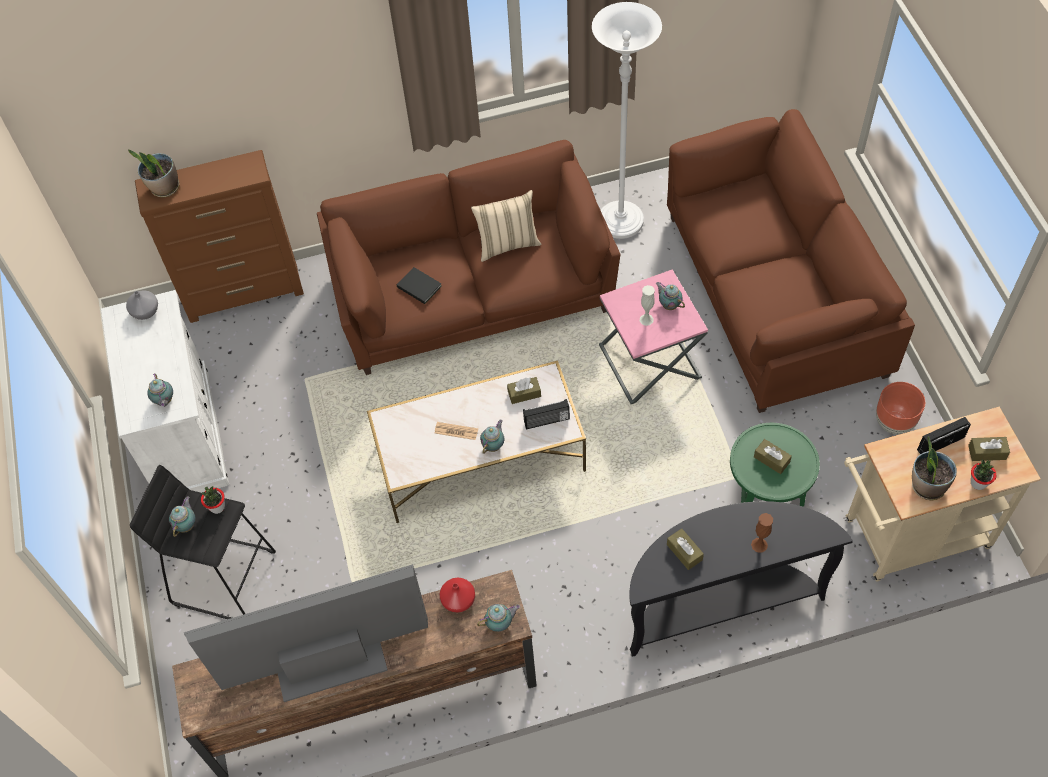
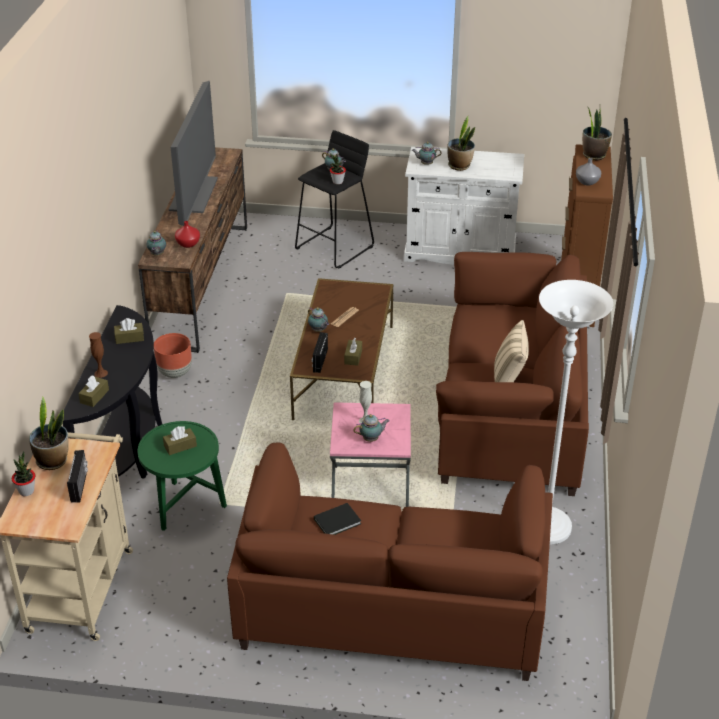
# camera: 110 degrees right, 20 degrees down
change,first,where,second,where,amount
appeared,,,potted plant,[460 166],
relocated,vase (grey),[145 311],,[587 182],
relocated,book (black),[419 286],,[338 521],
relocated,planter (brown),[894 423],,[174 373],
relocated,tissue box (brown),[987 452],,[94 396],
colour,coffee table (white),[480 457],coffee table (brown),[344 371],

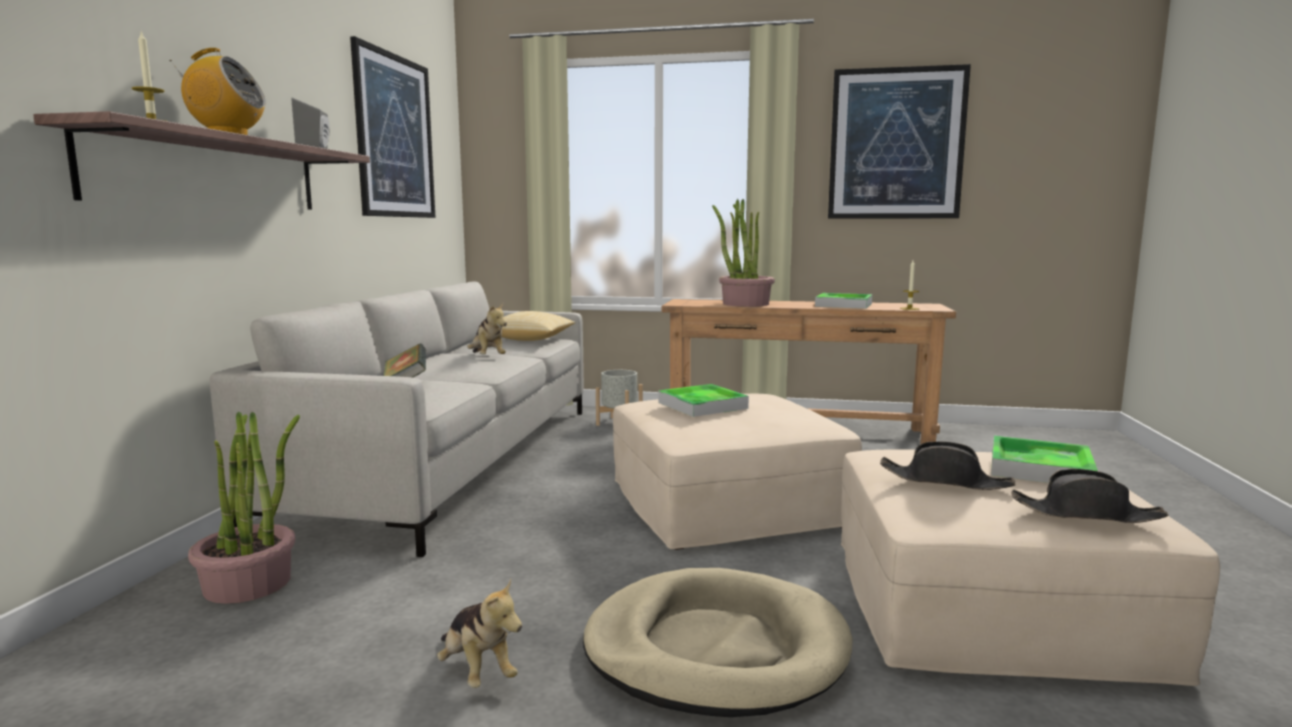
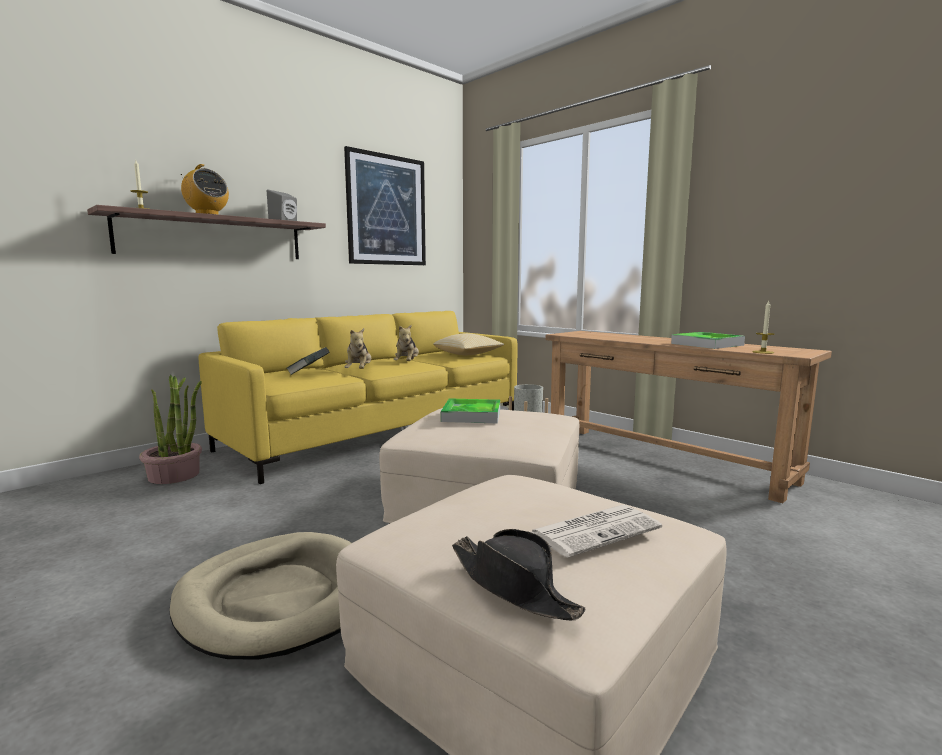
# camera: 35 degrees right, 0 degrees up
change,first,where,second,where,amount
missing,potted plant,[745 304],,,
missing,picture,[896 144],,,
missing,hat (black),[945 481],,,
relocated,plush toy,[477 671],,[359 371],
exchanged,tray,[1040 468],newspaper,[596 530],
colour,sofa (grey),[452 461],sofa (yellow),[380 432],

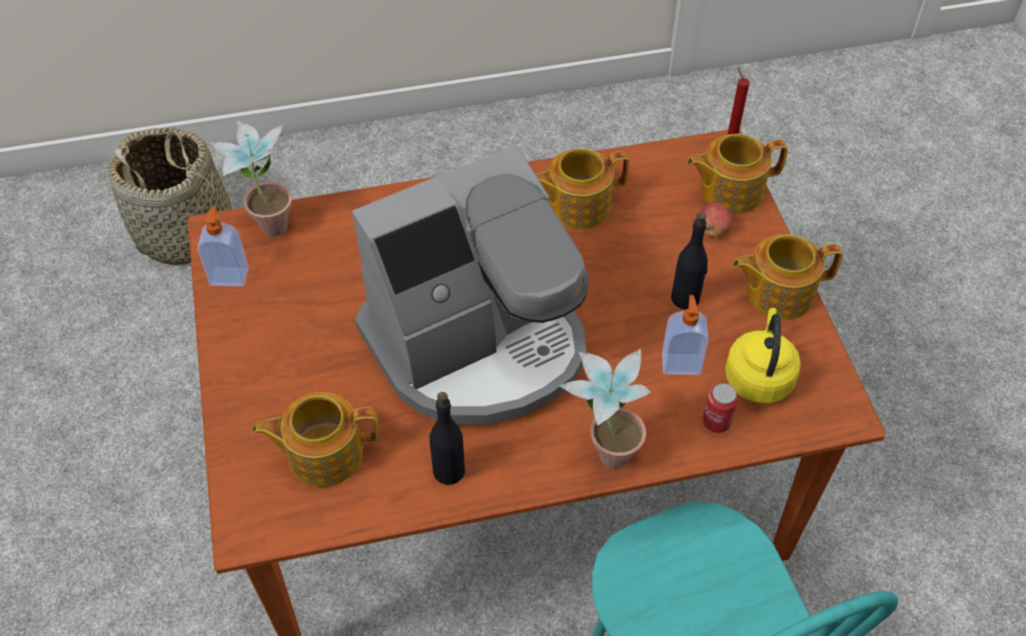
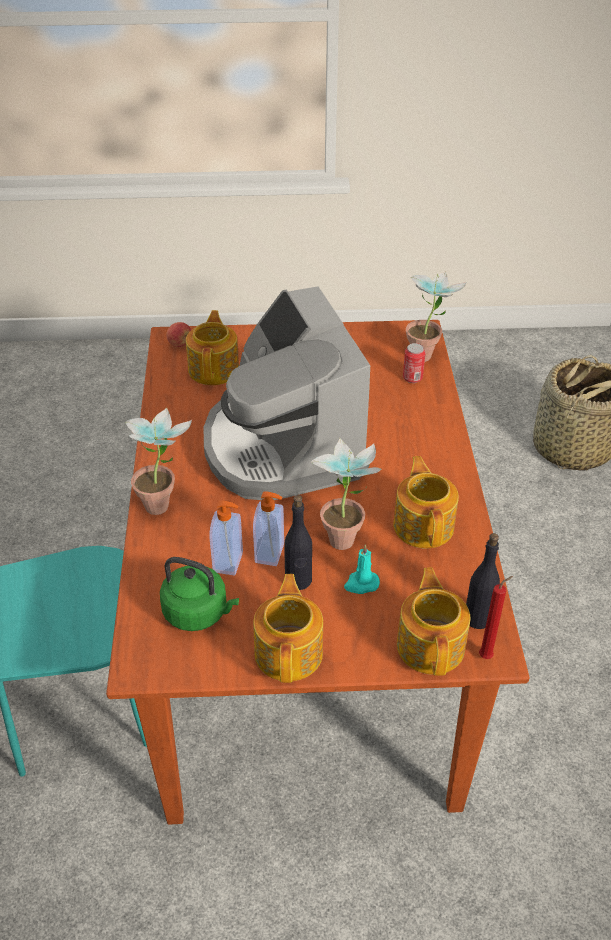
# camera: 100 degrees right, 10 degrees down
change,first,where,second,where,amount
appeared,,,potted plant,[345 534],
appeared,,,candle (turquoise),[361 584],
relocated,soap dispenser,[229 275],,[271 553],
relocated,bottle (black),[448 470],,[478 618],
relocated,apple,[712 230],,[180 344],
relocated,can,[716 422],,[412 378],
colour,kettle (yellow),[758 376],kettle (green),[199 613],

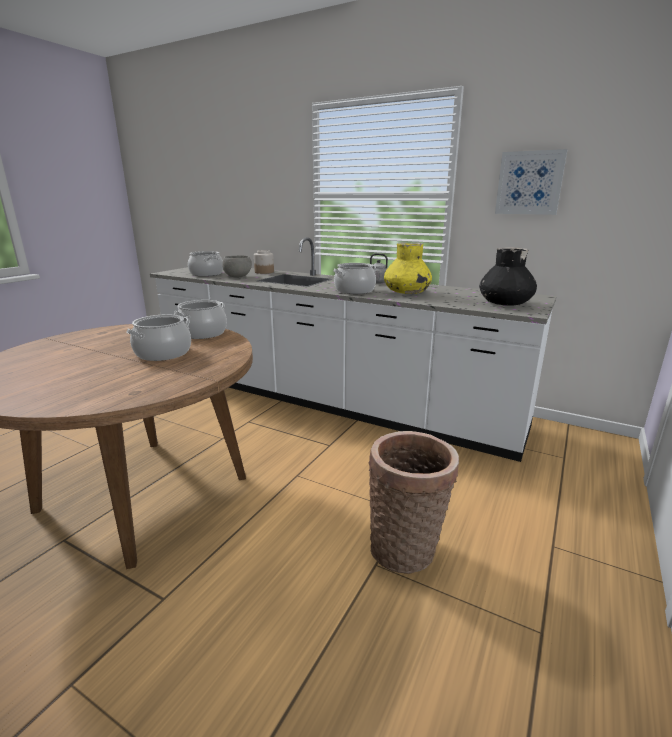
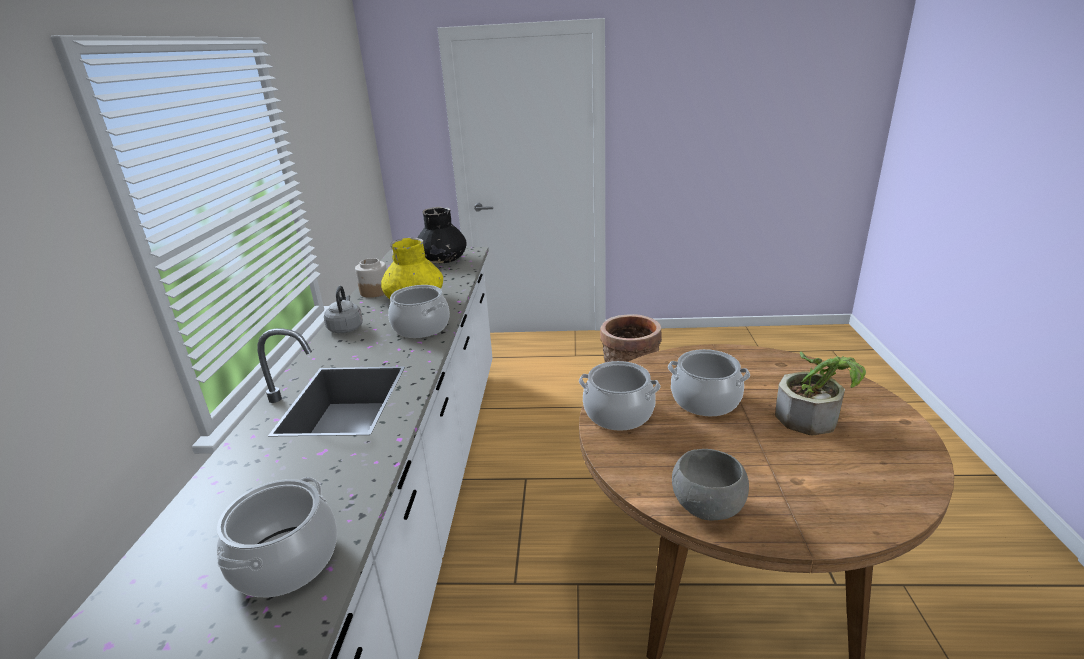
# camera: 115 degrees left, 5 degrees up
change,first,where,second,where,amount
missing,picture,[529 183],,,
appeared,,,potted plant,[813 416],
relocated,bowl (grey),[237 277],,[707 508],
relocated,jar,[264 272],,[374 291],

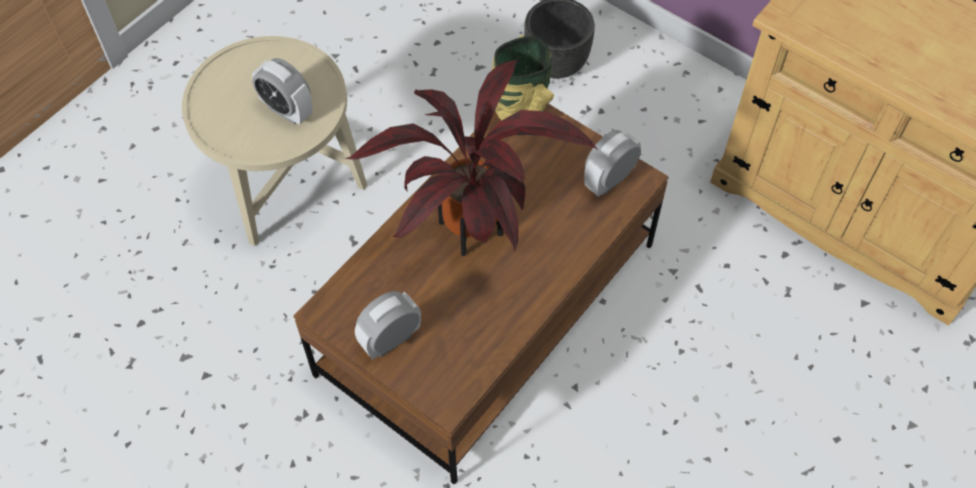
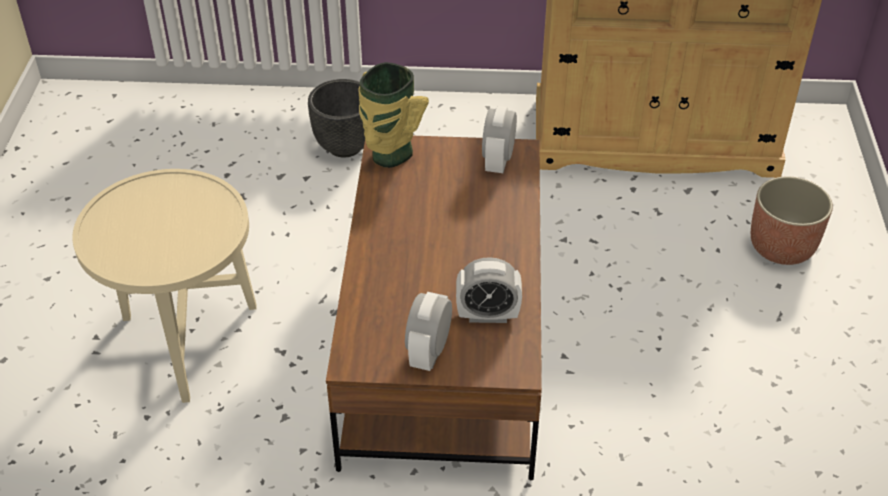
# camera: 35 degrees left, 15 degrees down
change,first,where,second,where,amount
missing,potted plant,[471 235],,,
appeared,,,planter,[782 247],
relocated,alarm clock,[287 110],,[487 315],

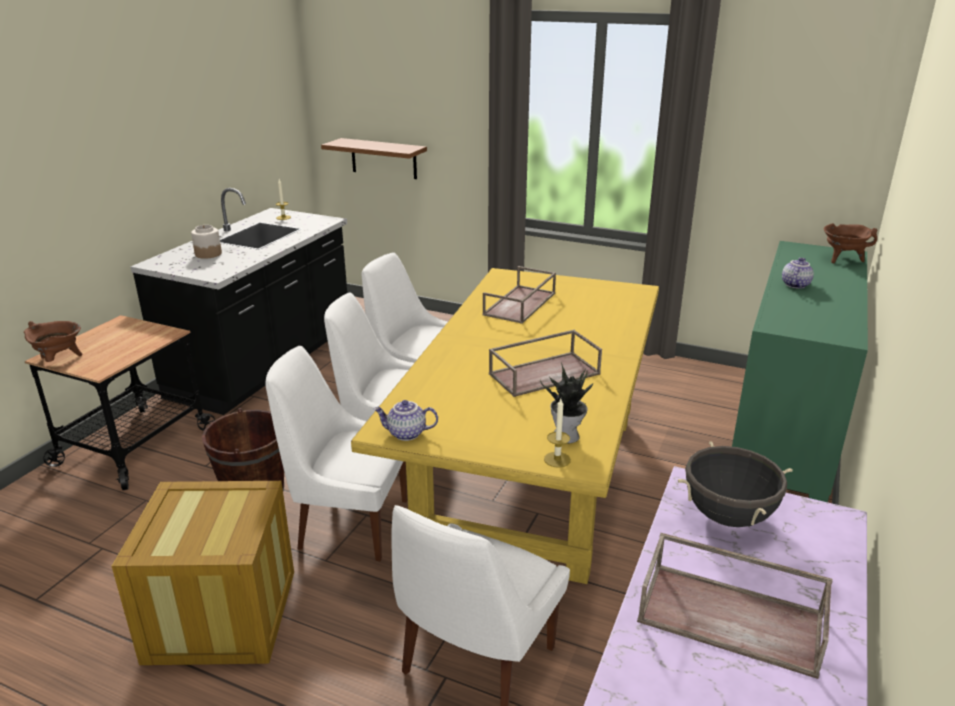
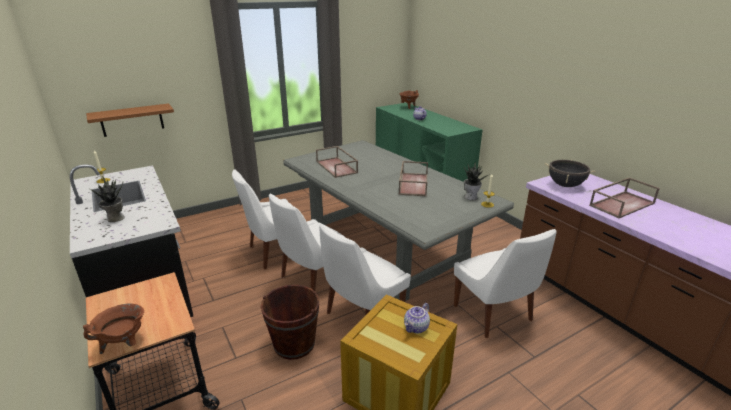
# camera: 55 degrees left, 0 degrees up
change,first,where,second,where,amount
relocated,teapot,[406 434],,[416 328],
exchanged,jar,[208 254],potted plant,[115 218],
colour,dining table (yellow),[530 479],dining table (grey),[385 250],

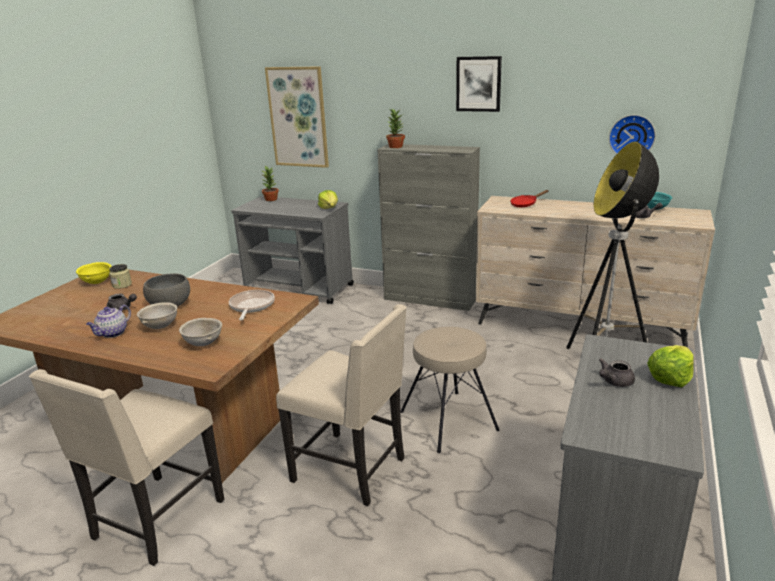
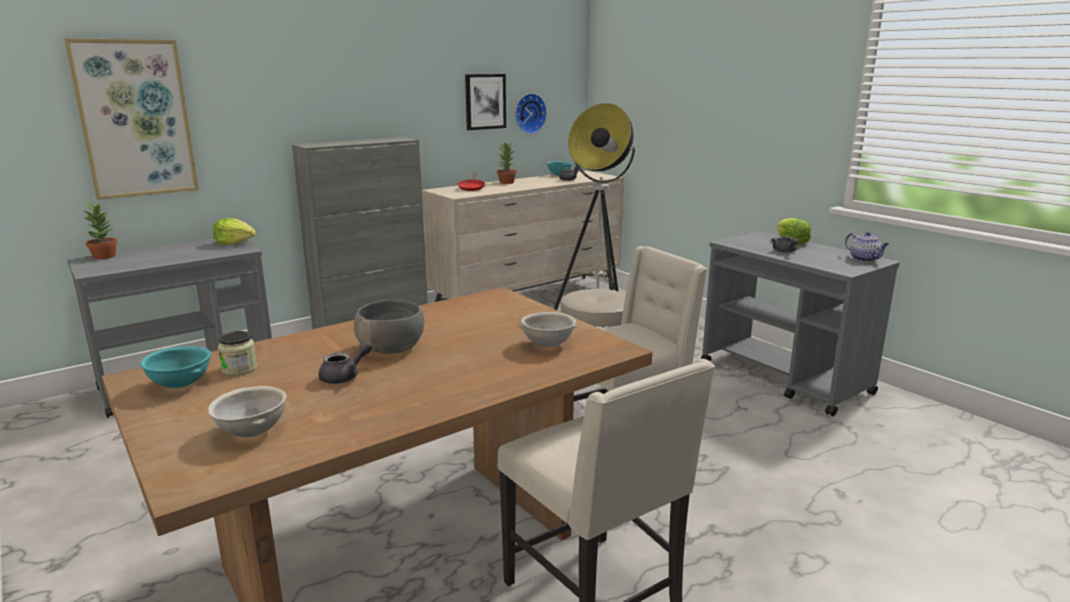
# camera: 60 degrees left, 5 degrees down
change,first,where,second,where,amount
missing,frying pan,[251 306],,,
relocated,teapot,[112 333],,[864 259],
relocated,bowl (grey),[160 327],,[251 433],
relocated,potted plant,[395 147],,[506 182],
relocated,picture,[478 84],,[485 101],
colour,bowl (yellow),[97 282],bowl (turquoise),[181 384],

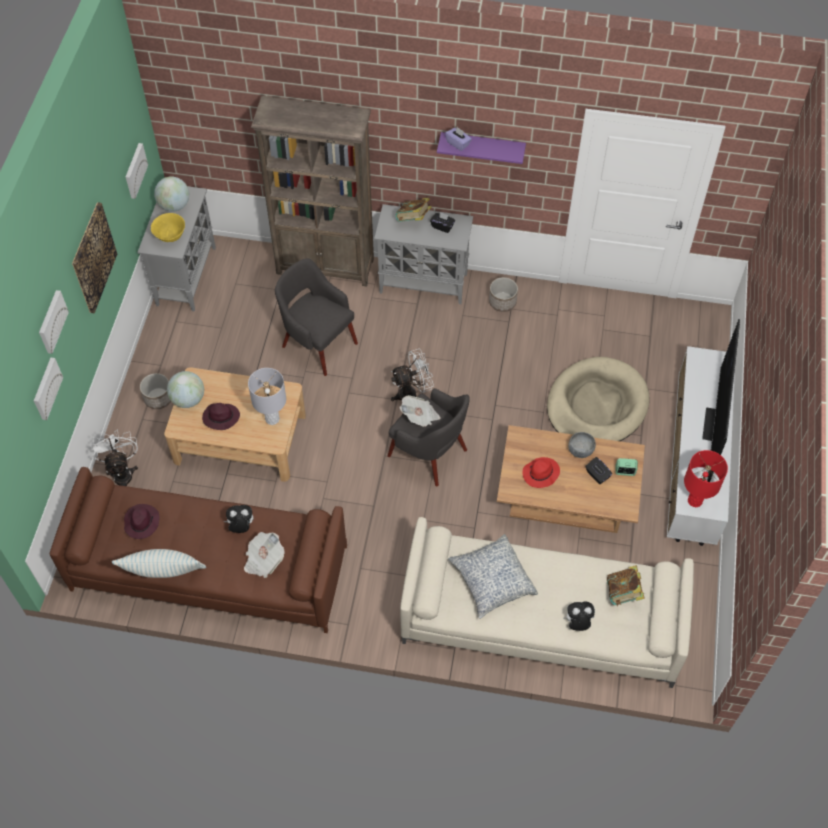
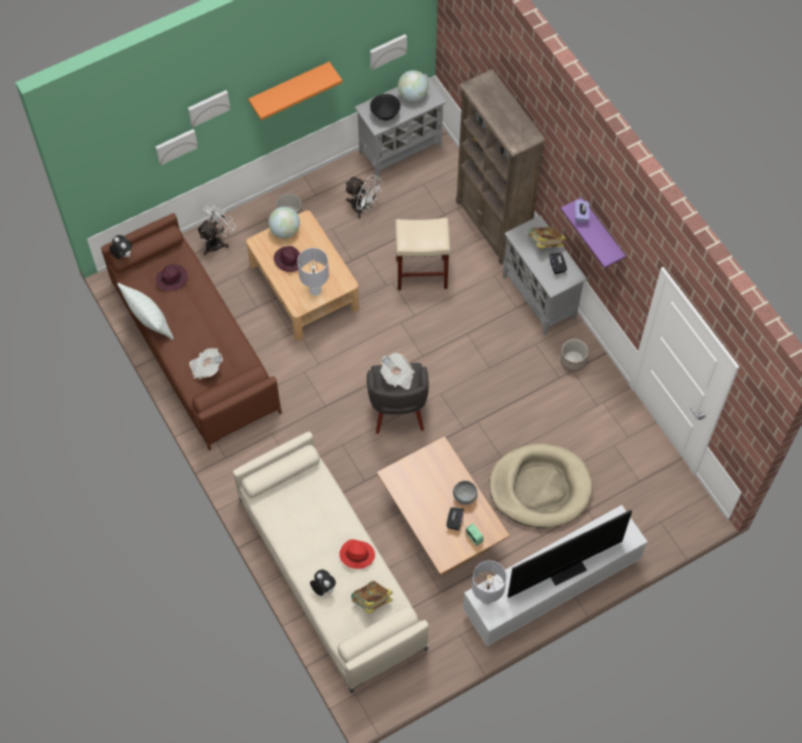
# camera: 50 degrees right, 5 degrees up
change,first,where,second,where,amount
missing,pillow,[492 580],,,
relocated,plush toy,[241 527],,[122 255],
relocated,fan (white),[412 393],,[363 207],
relocated,hat (red),[540 474],,[356 555],
exchanged,picture,[93 258],shelf (orange),[289 87],
exchanged,armchair (grey),[318 344],stool (beige),[422 273],
colour,bowl (yellow),[170 236],bowl (black),[385 114],
colour,table lamp (red),[694 500],table lamp (grey),[486 598],

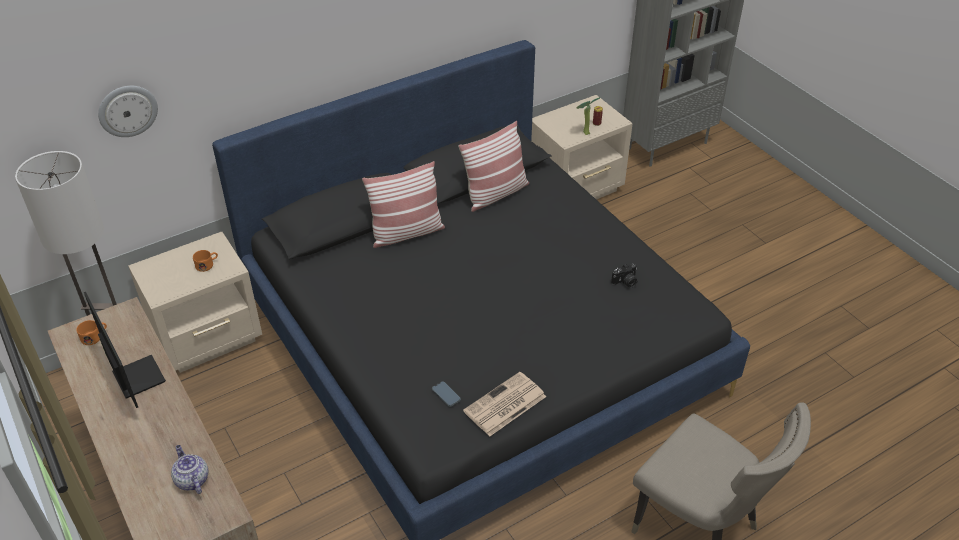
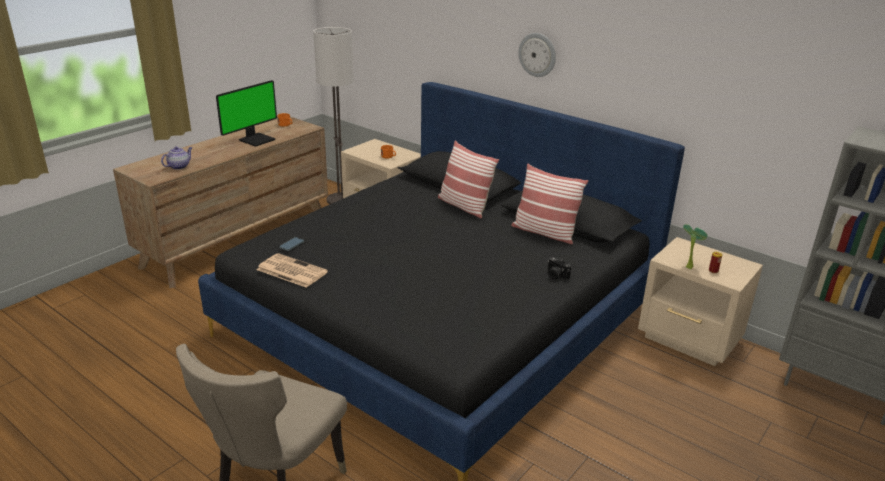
# camera: 70 degrees right, 15 degrees down
change,first,where,second,where,amount
relocated,wall clock,[127 110],,[537 54],
relocated,photo camera,[625 282],,[555 275],

